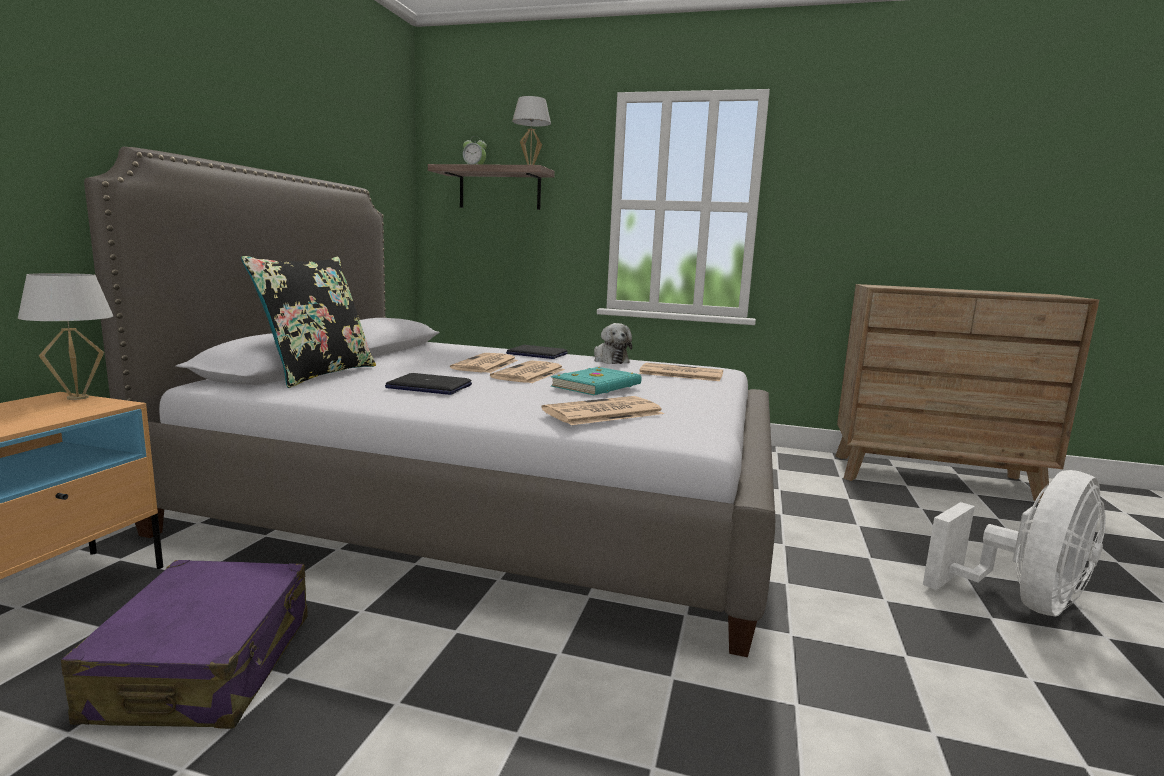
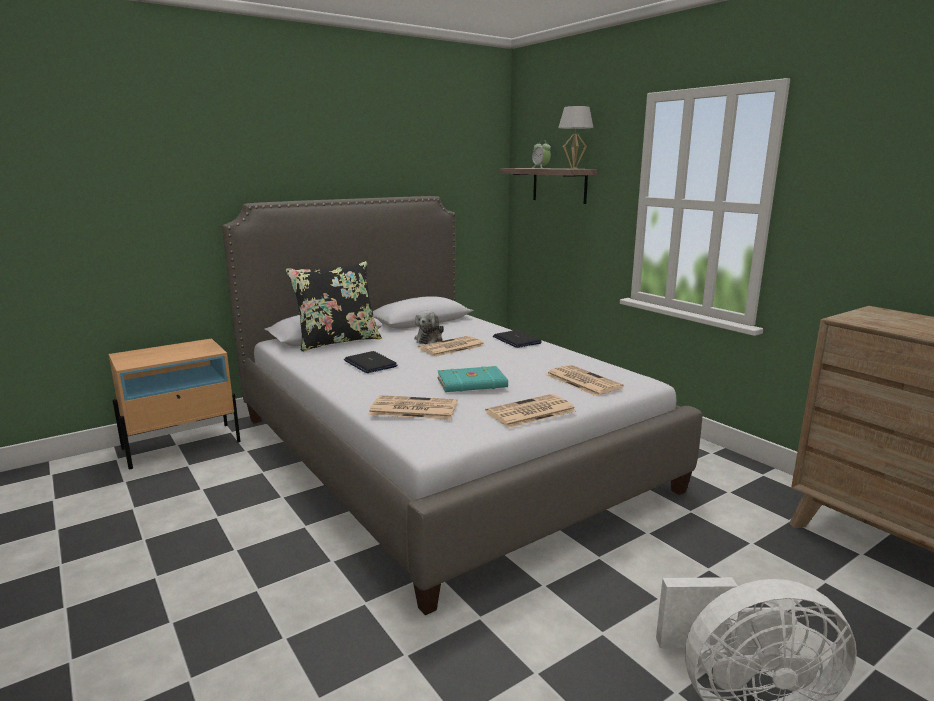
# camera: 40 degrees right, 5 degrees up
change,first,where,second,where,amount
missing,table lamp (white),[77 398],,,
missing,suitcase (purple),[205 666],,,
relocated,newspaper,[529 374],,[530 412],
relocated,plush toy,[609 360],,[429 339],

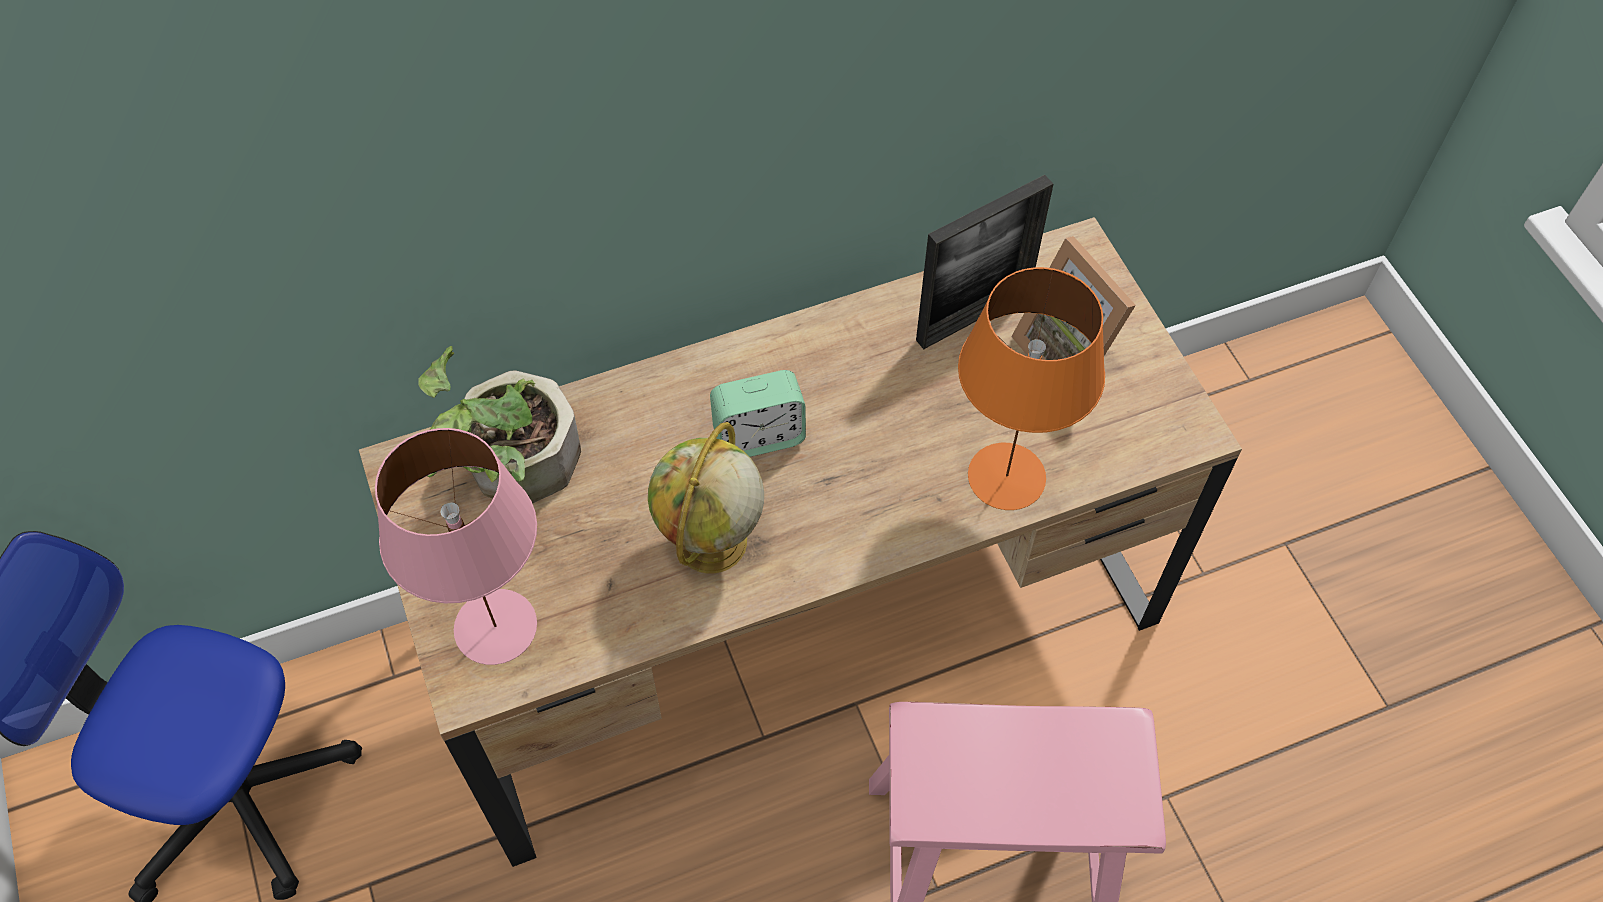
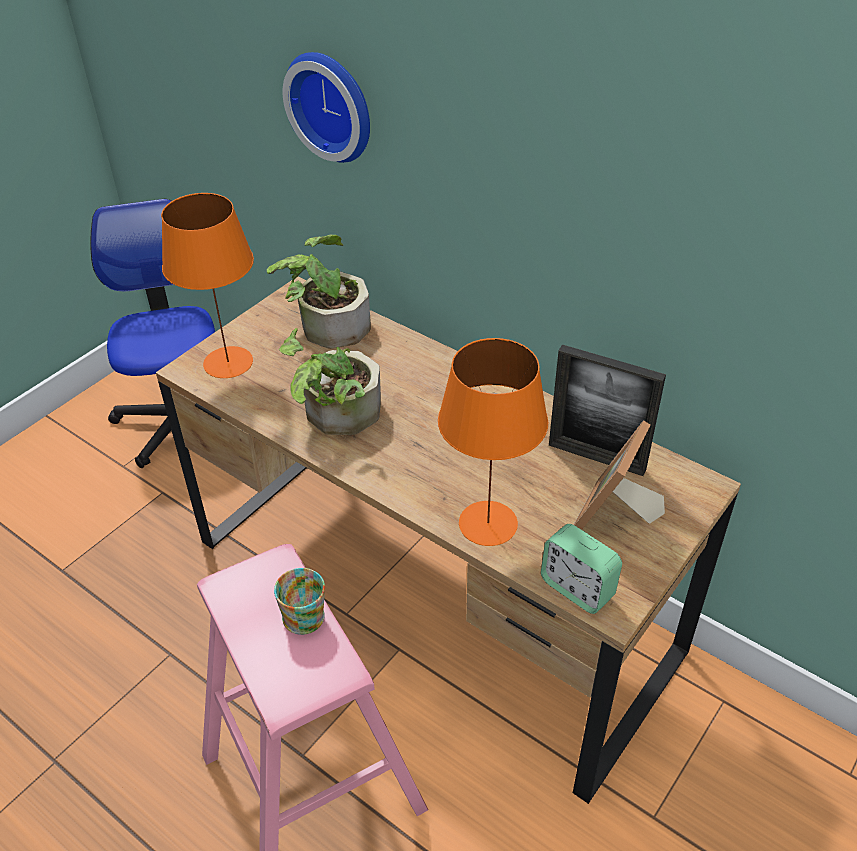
# camera: 60 degrees right, 15 degrees down
change,first,where,second,where,amount
appeared,,,mug,[306 612],
appeared,,,wall clock,[333 105],
relocated,alarm clock,[759 437],,[577 588],
exchanged,globe,[711 544],potted plant,[335 416],
colour,table lamp (pink),[495 628],table lamp (orange),[227 363],

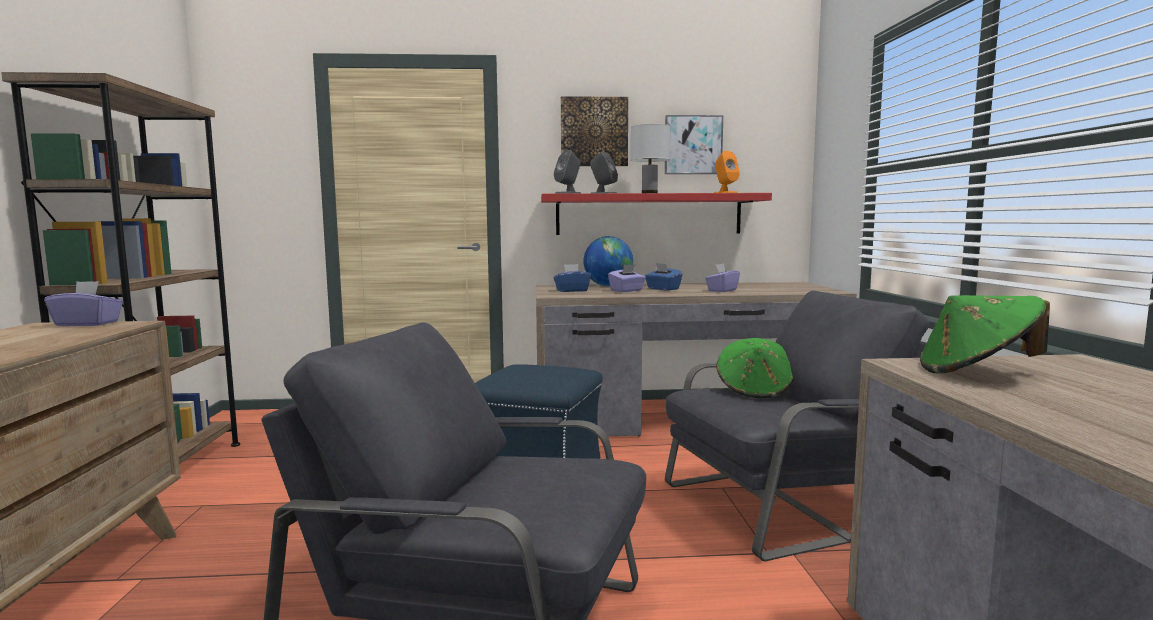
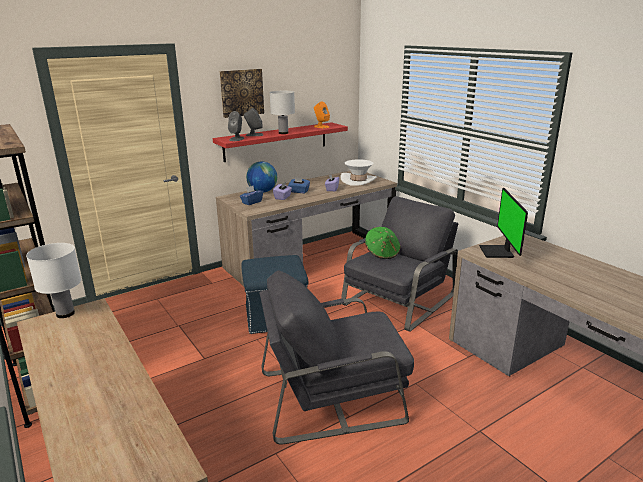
# camera: 30 degrees left, 15 degrees up
change,first,where,second,where,amount
missing,picture,[693 145],,,
appeared,,,hat (white),[358 180],
exchanged,tissue box (purple),[88 324],table lamp (white),[65 314],
exchanged,hat (green),[977 372],monitor,[498 252],

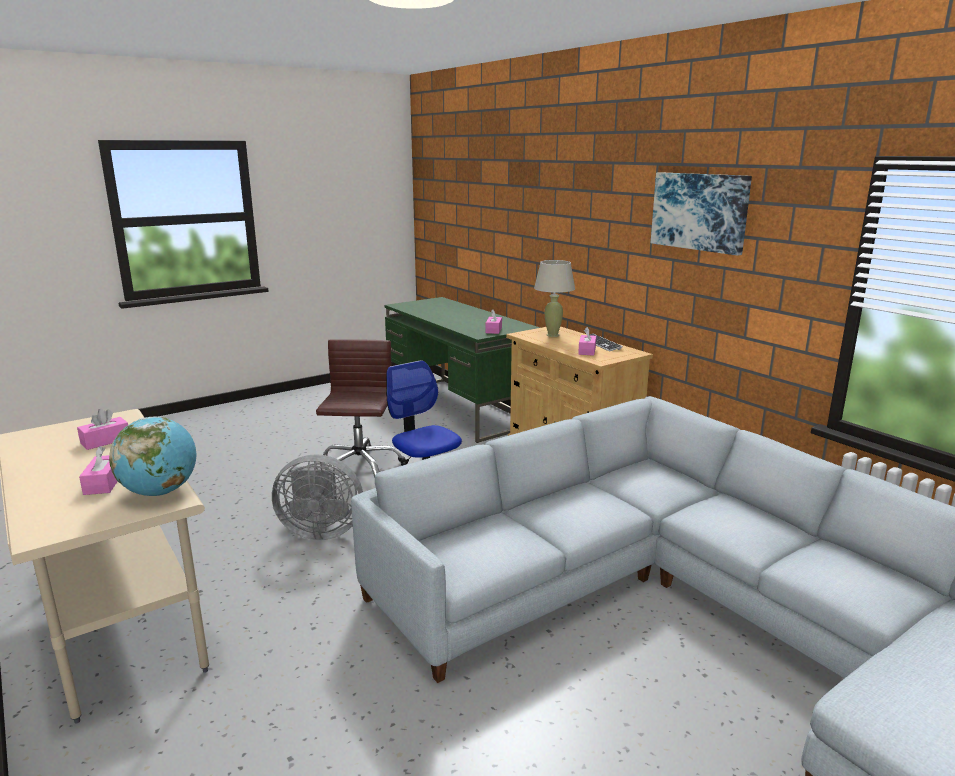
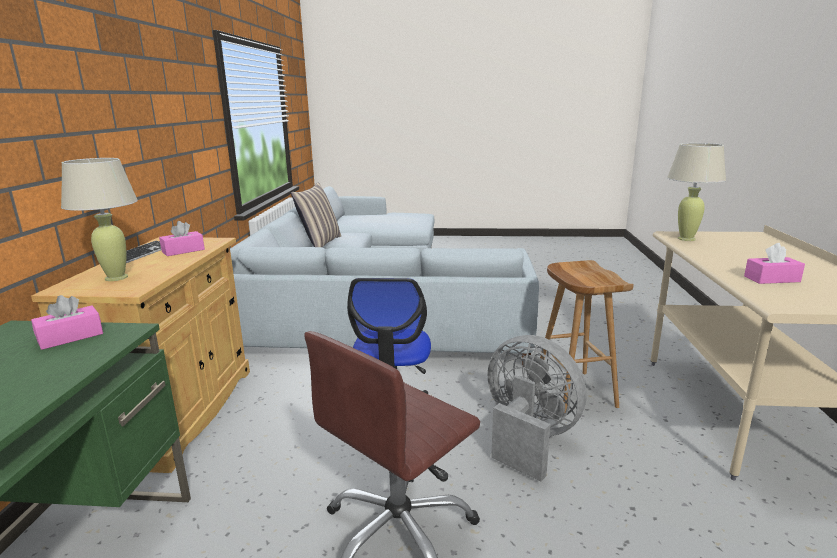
# camera: 140 degrees left, 0 degrees up
change,first,where,second,where,amount
missing,tissue box (pink),[104 483],,,
missing,picture,[700 211],,,
appeared,,,pillow,[320 243],
appeared,,,stool (brown),[573 391],
exchanged,globe,[160 492],table lamp (beige),[686 239],

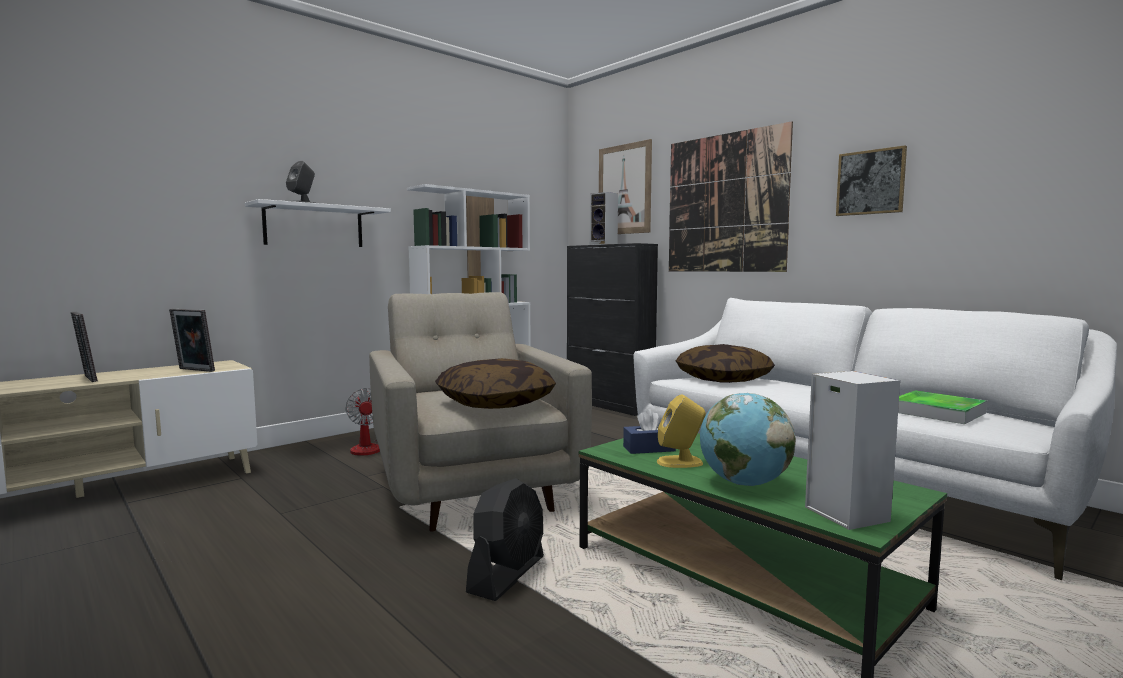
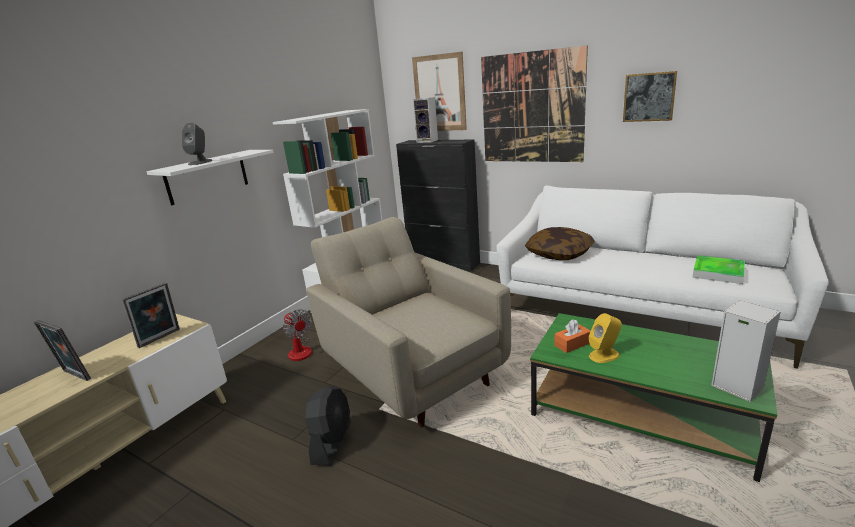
# camera: 15 degrees left, 15 degrees up
change,first,where,second,where,amount
missing,pillow,[495 403],,,
missing,globe,[744 483],,,
relocated,fan (black),[507 575],,[332 442],
colour,tissue box (blue),[649 449],tissue box (orange),[572 344],
spun,picture frame,[194 370],,[160 338],60 degrees counterclockwise

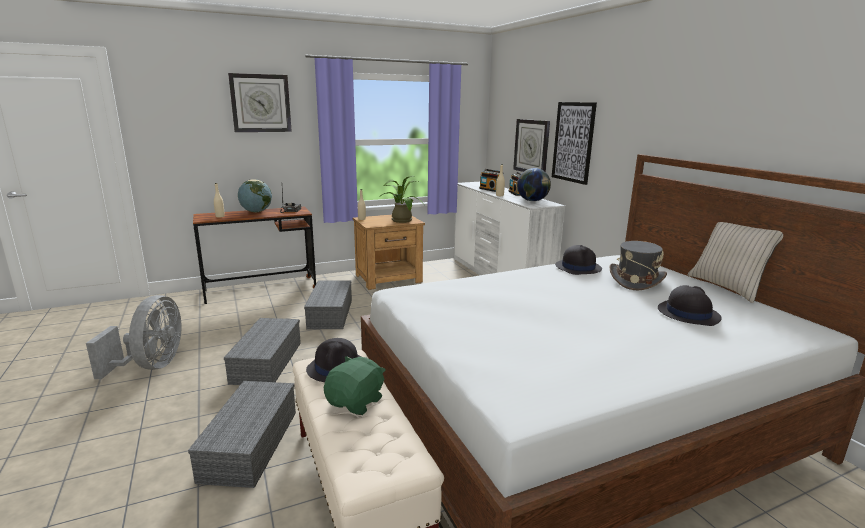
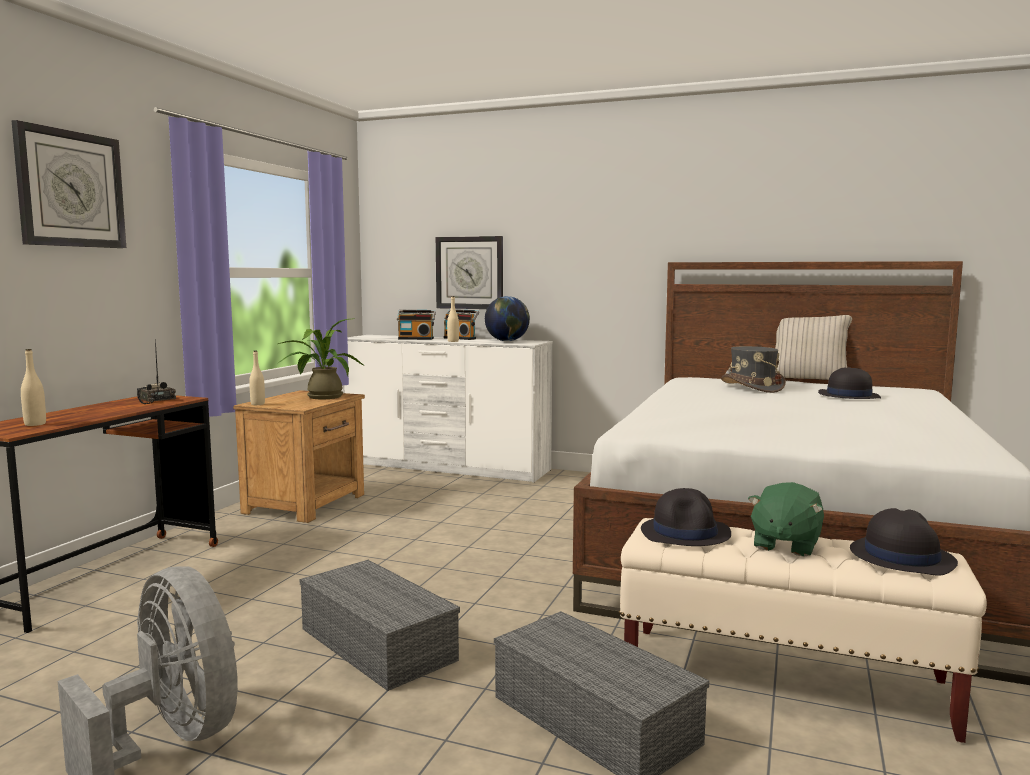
# camera: 45 degrees left, 10 degrees down
change,first,where,second,where,amount
missing,globe,[256 211],,,
missing,storage box (grey),[331 314],,,
missing,picture,[573 142],,,
relocated,hat (black),[578 267],,[901 557],
spun,plush toy (green),[356 402],,[785 545],135 degrees counterclockwise

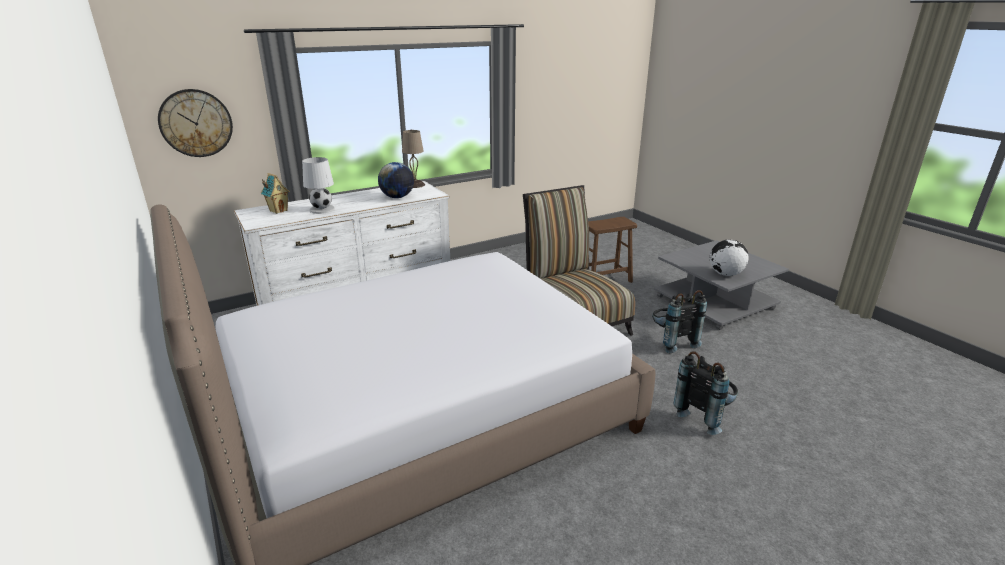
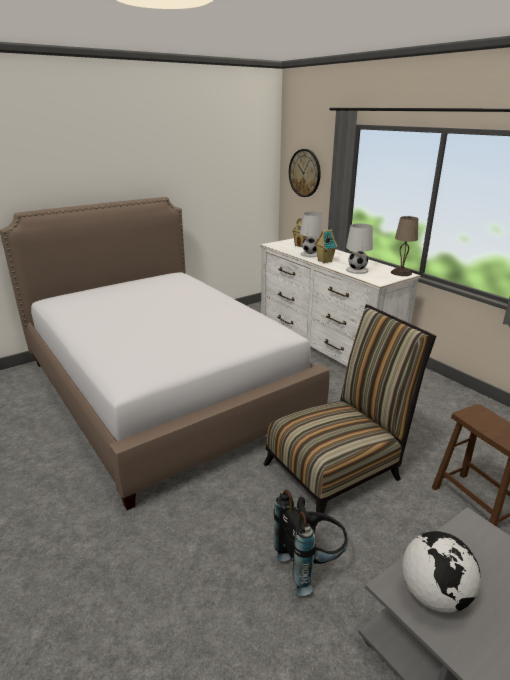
# camera: 85 degrees right, 0 degrees up
change,first,where,second,where,amount
missing,backpack (black),[704 415],,,
appeared,,,toy house,[324 261],
exchanged,globe,[397 197],table lamp (white),[357 270],

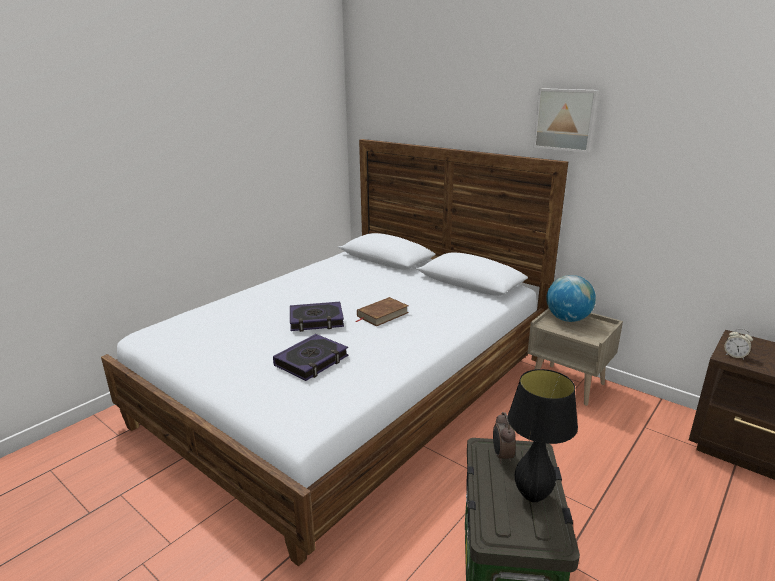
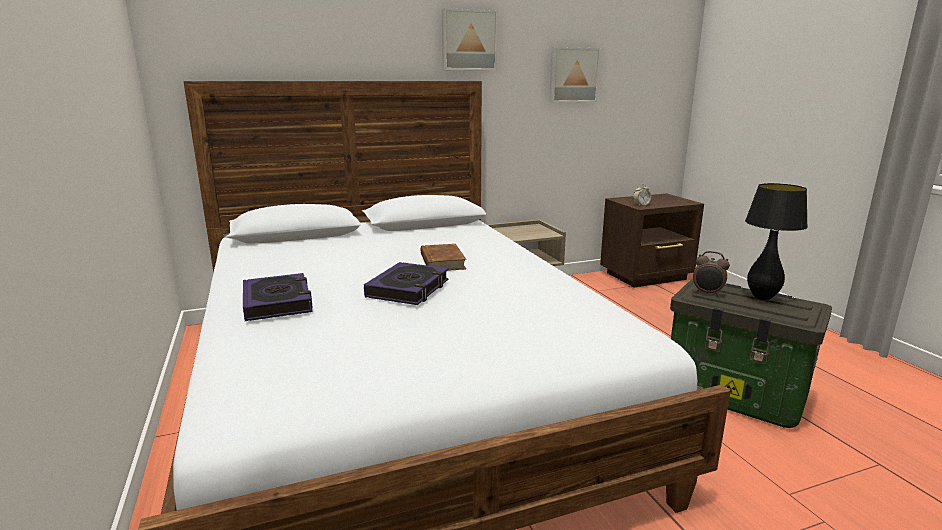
# camera: 60 degrees left, 5 degrees down
change,first,where,second,where,amount
missing,globe,[567 319],,,
appeared,,,picture,[573 75],
relocated,book,[312 361],,[277 302],

